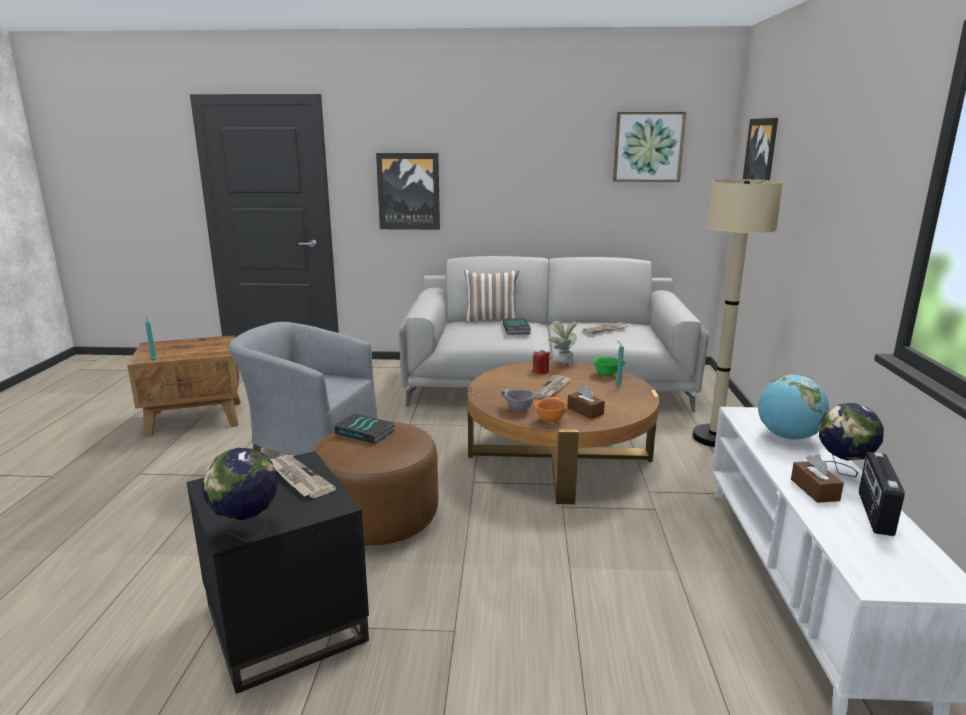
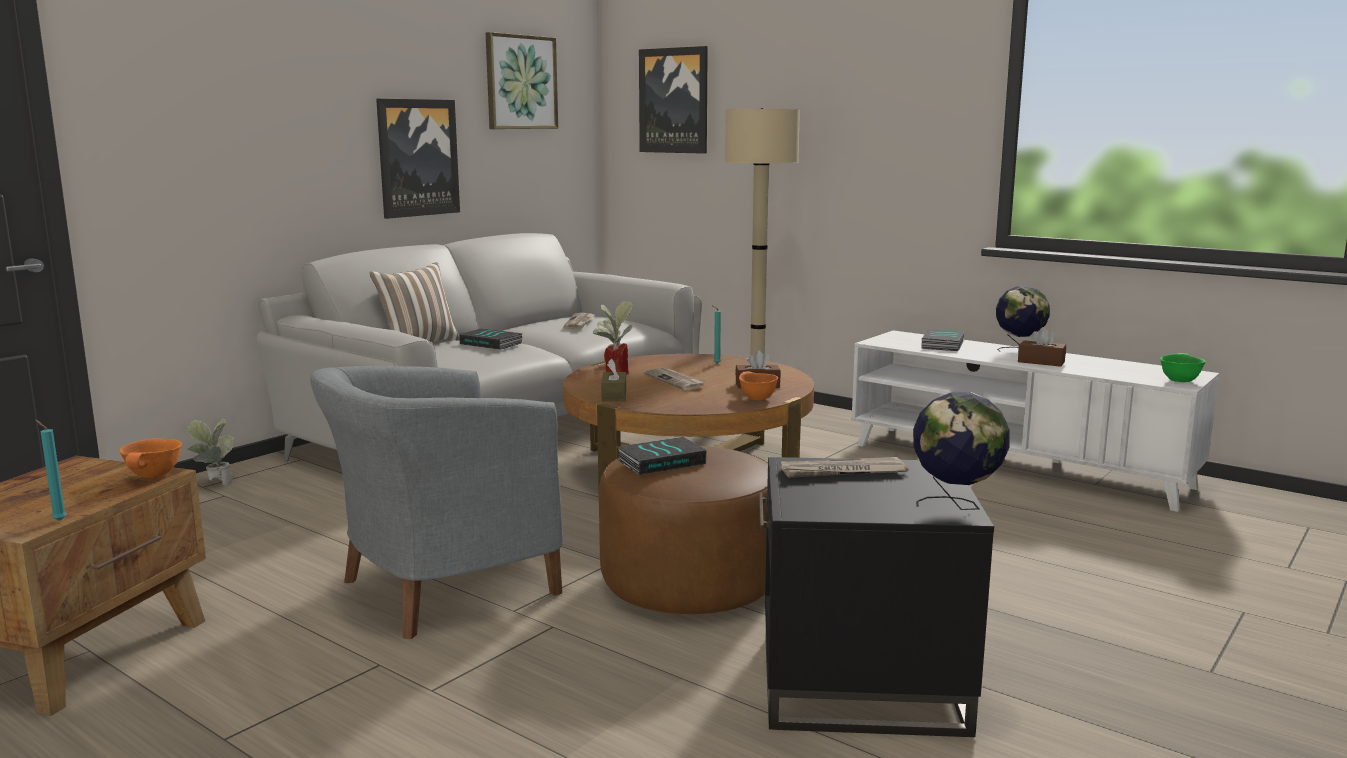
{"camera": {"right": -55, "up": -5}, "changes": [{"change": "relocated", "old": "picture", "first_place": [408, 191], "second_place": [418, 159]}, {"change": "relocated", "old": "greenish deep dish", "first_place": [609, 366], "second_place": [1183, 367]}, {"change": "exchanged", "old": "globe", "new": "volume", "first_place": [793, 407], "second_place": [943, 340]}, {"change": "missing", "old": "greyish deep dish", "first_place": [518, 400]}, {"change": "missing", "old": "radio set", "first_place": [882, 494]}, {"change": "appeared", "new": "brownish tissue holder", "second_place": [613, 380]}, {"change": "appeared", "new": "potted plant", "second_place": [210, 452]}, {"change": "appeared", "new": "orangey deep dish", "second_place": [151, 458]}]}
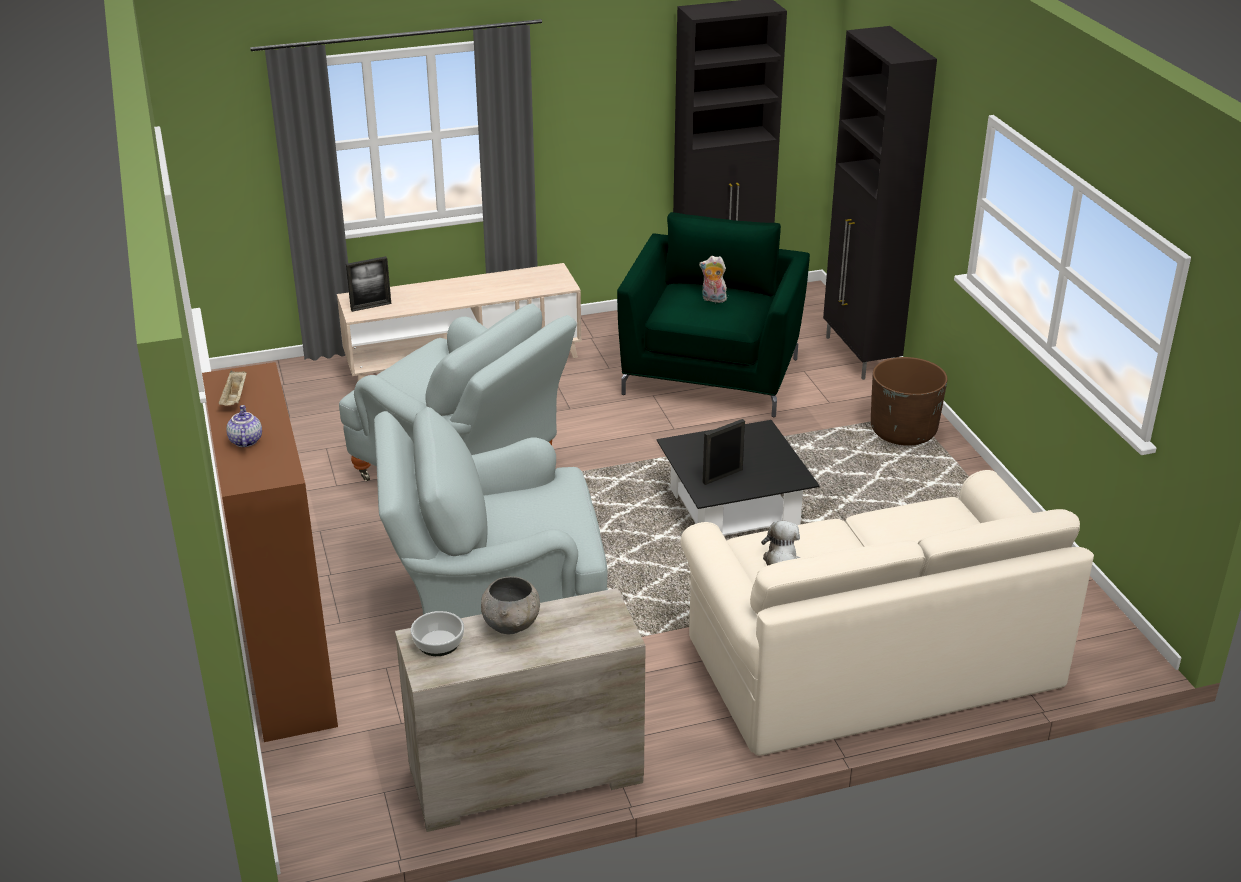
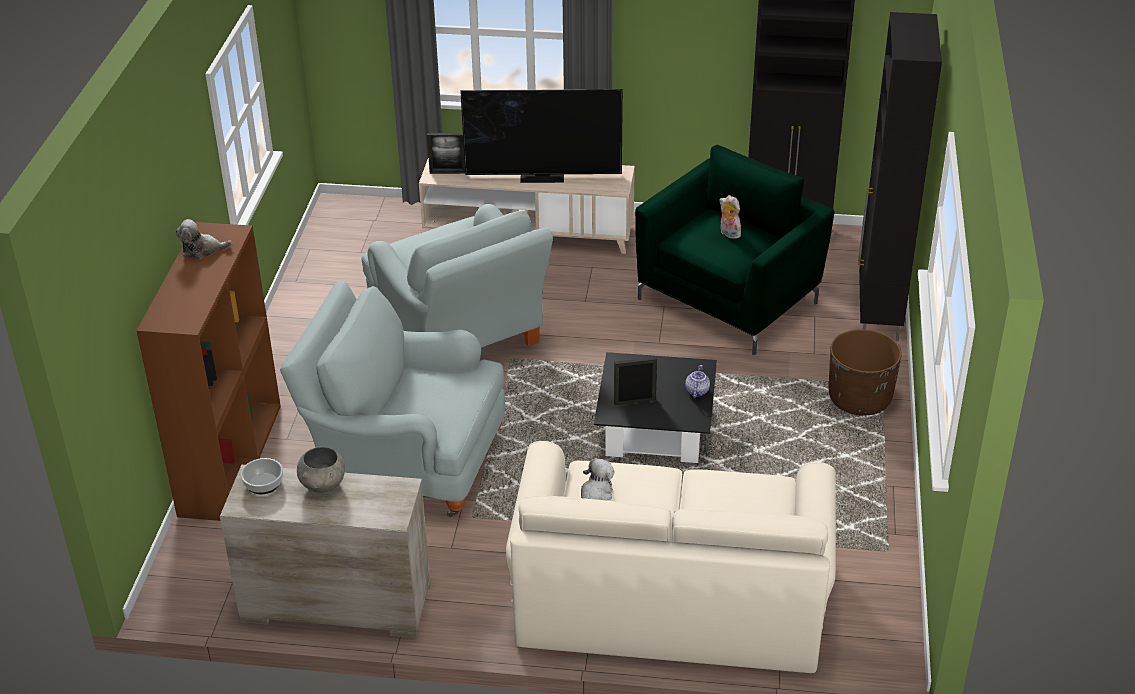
{"camera": {"right": 25, "up": 5}, "changes": [{"change": "exchanged", "old": "beige-coloured carrying tray", "new": "cuddly toy", "first_place": [233, 388], "second_place": [204, 239]}, {"change": "relocated", "old": "pot for tea", "first_place": [244, 426], "second_place": [697, 381]}, {"change": "appeared", "new": "TV set", "second_place": [541, 136]}]}
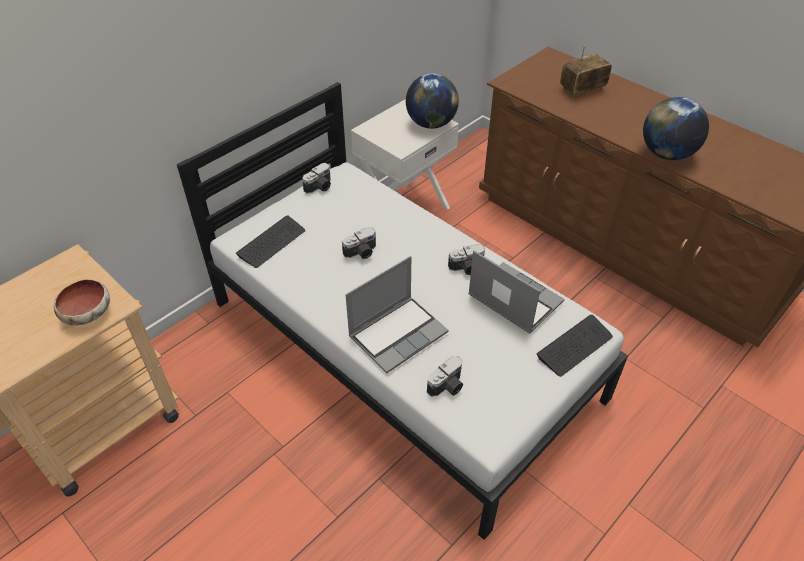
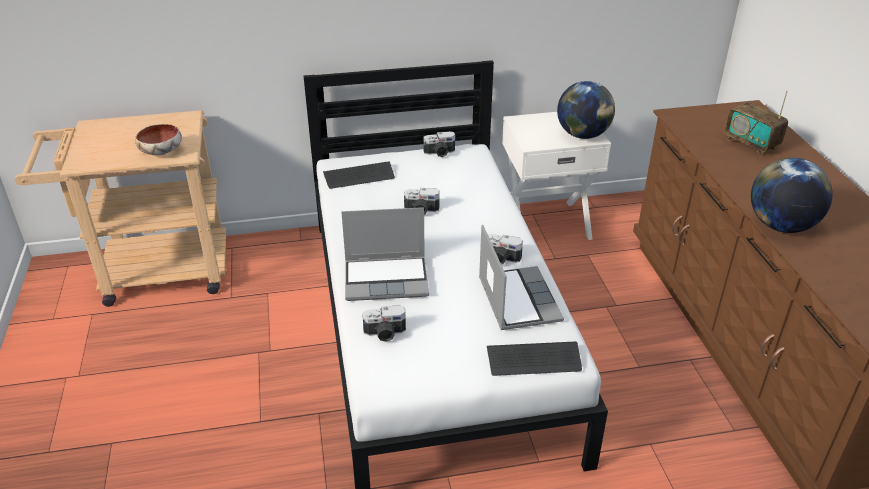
{"camera": {"right": 35, "up": -10}, "changes": [{"change": "spun", "old": "radio set", "first_place": [586, 71], "second_place": [756, 123], "degrees": -135}]}
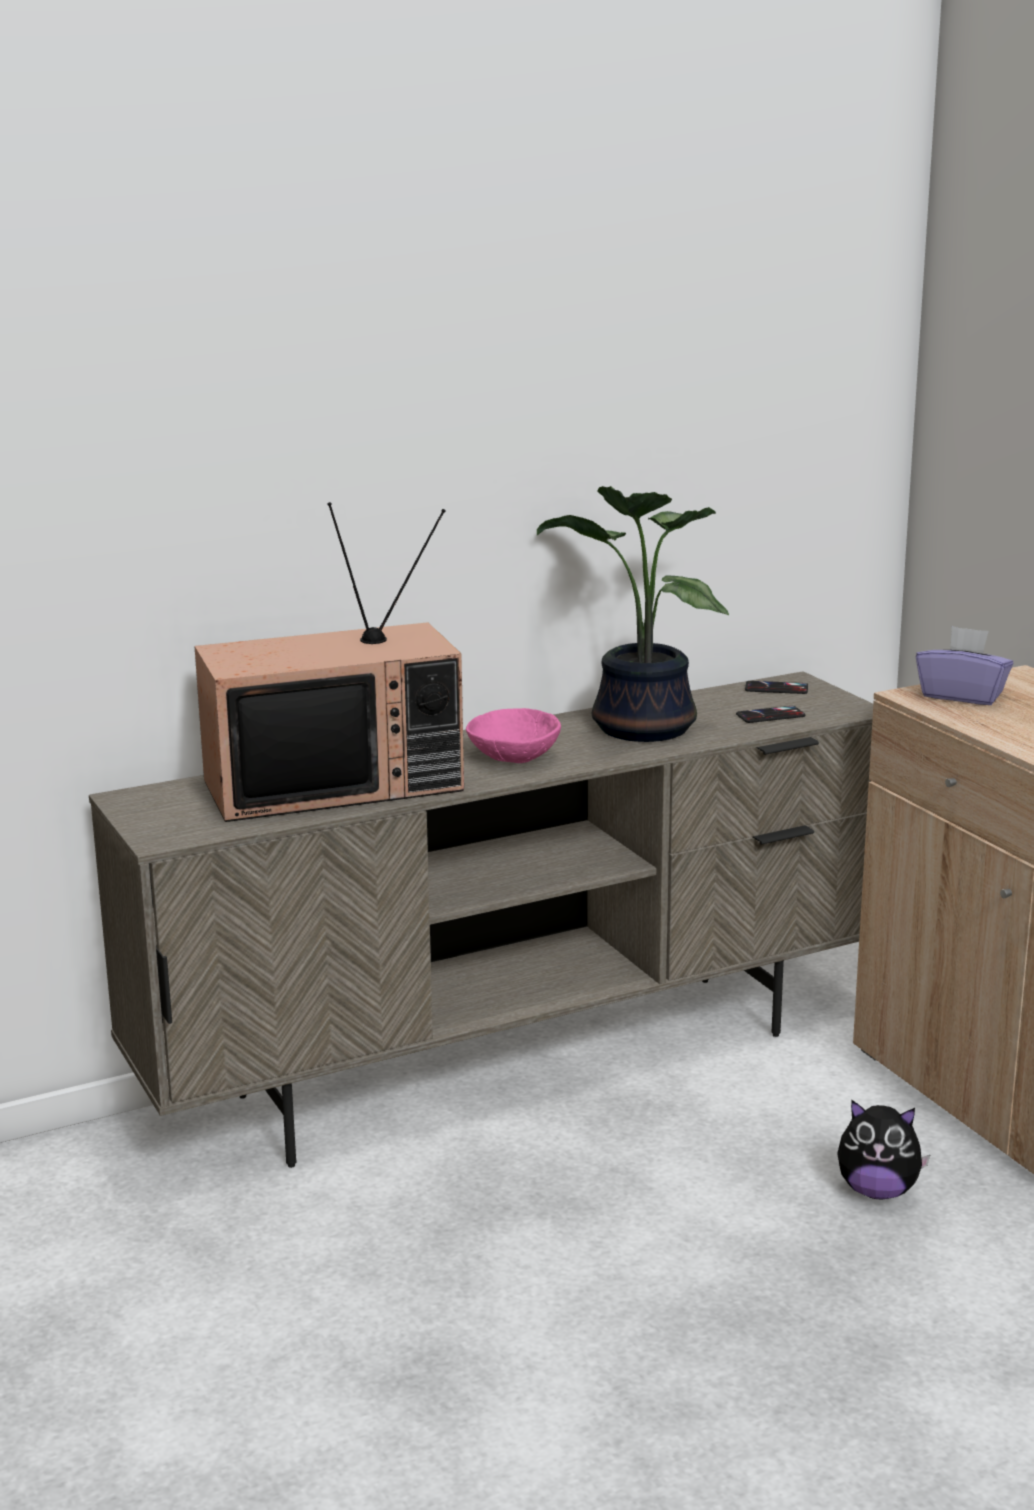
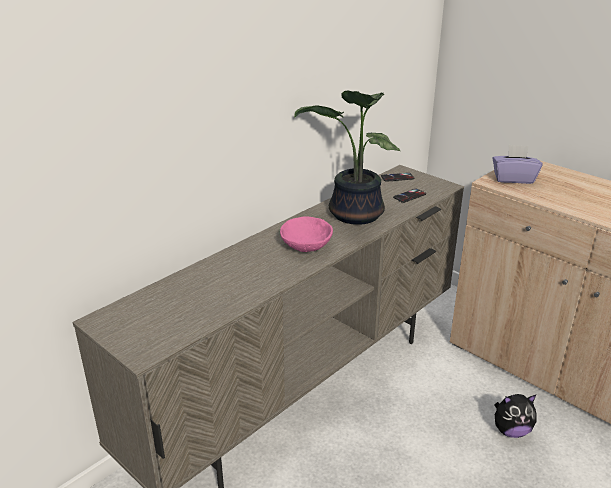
{"camera": {"right": -20, "up": 10}, "changes": [{"change": "missing", "old": "TV set", "first_place": [329, 662]}]}
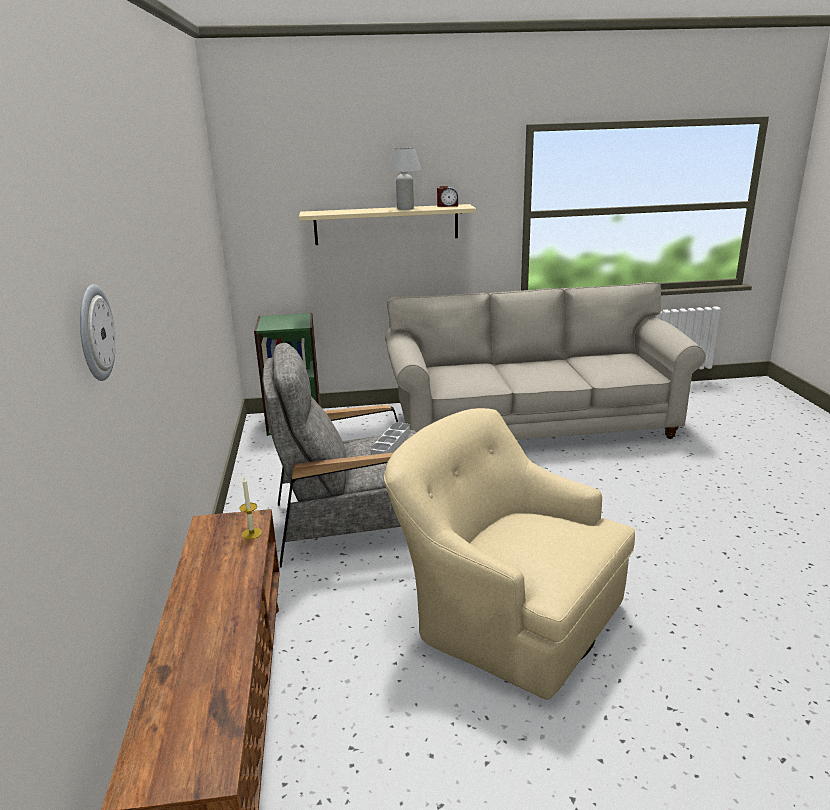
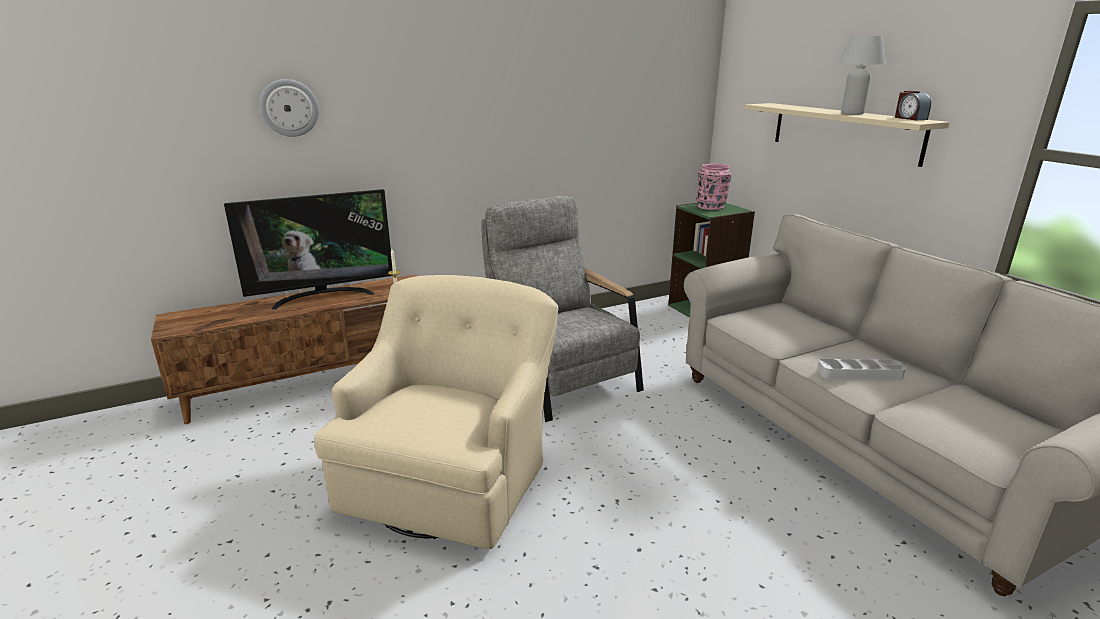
{"camera": {"right": 70, "up": 0}, "changes": [{"change": "relocated", "old": "greyish carrying tray", "first_place": [390, 438], "second_place": [861, 369]}, {"change": "appeared", "new": "pinkish vase", "second_place": [714, 187]}, {"change": "appeared", "new": "TV set", "second_place": [308, 249]}]}
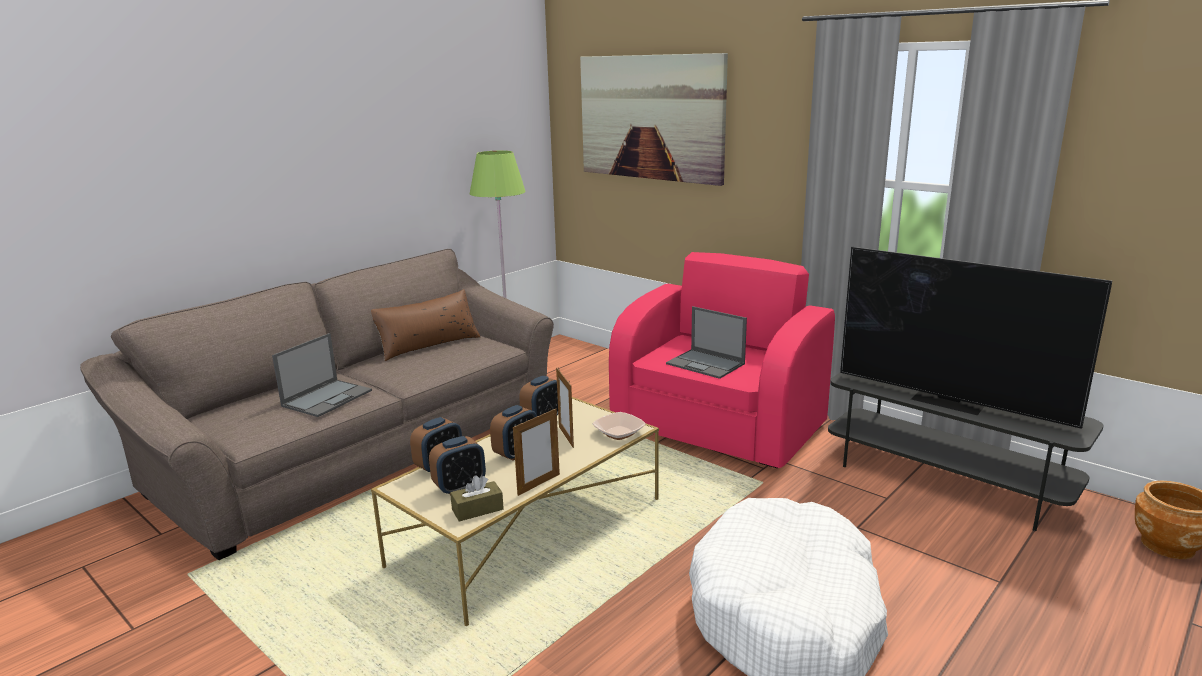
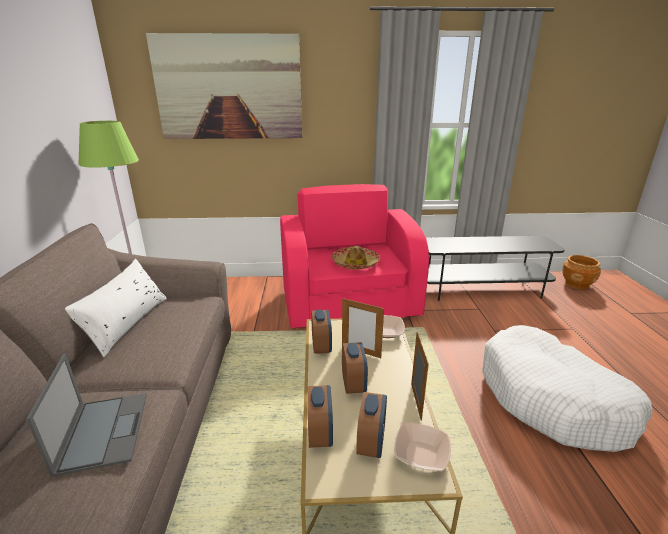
{"camera": {"right": -45, "up": 5}, "changes": [{"change": "missing", "old": "TV set", "first_place": [976, 338]}, {"change": "colour", "old": "brownish throw pillow", "new": "whitish throw pillow", "first_place": [425, 325], "second_place": [116, 308]}, {"change": "exchanged", "old": "portable computer", "new": "clothing hat", "first_place": [706, 342], "second_place": [356, 258]}, {"change": "exchanged", "old": "brownish tissue holder", "new": "deep dish", "first_place": [477, 498], "second_place": [422, 447]}]}
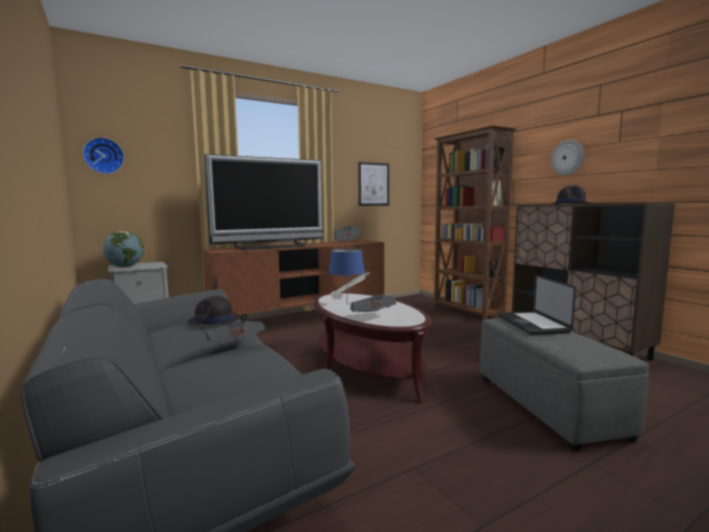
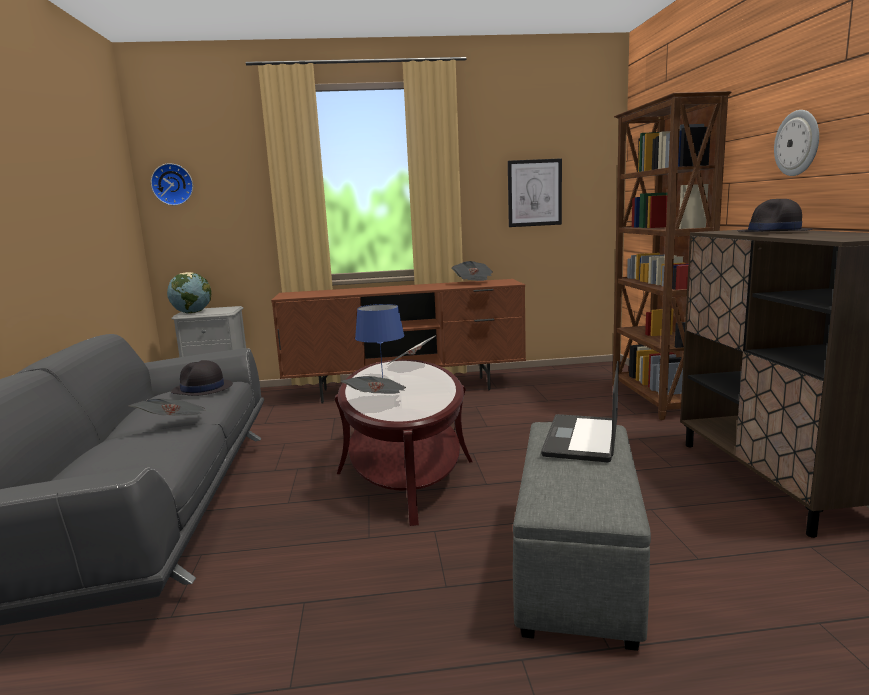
{"camera": {"right": 25, "up": 5}, "changes": [{"change": "missing", "old": "TV set", "first_place": [263, 202]}]}
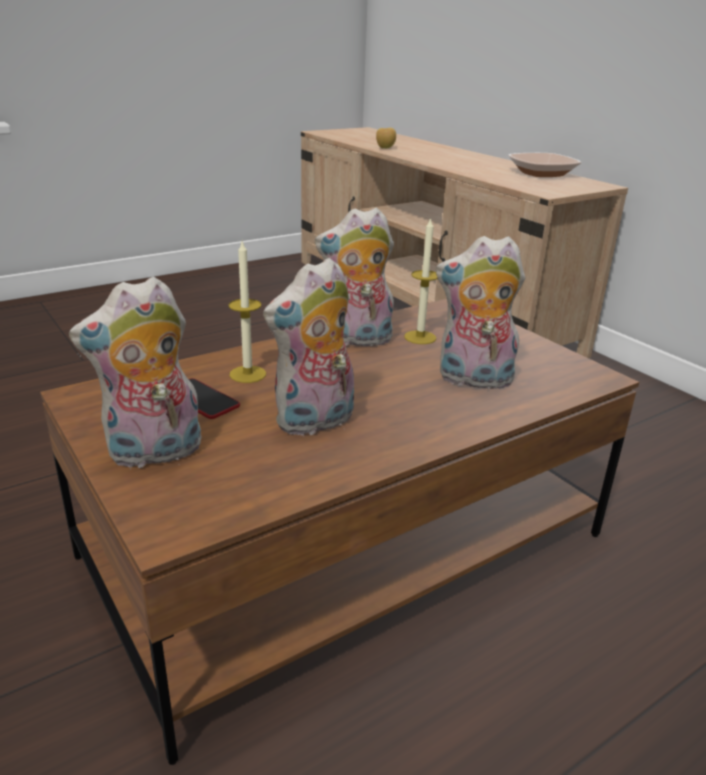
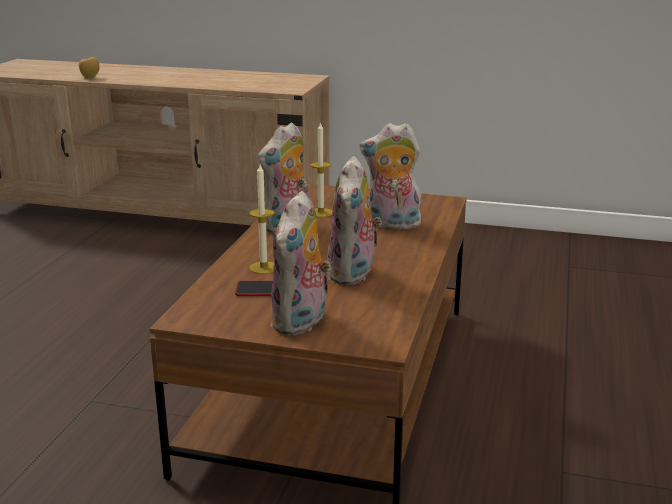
{"camera": {"right": -40, "up": -5}, "changes": [{"change": "missing", "old": "deep dish", "first_place": [545, 165]}, {"change": "spun", "old": "cuddly toy", "first_place": [480, 312], "second_place": [392, 176], "degrees": 45}]}
